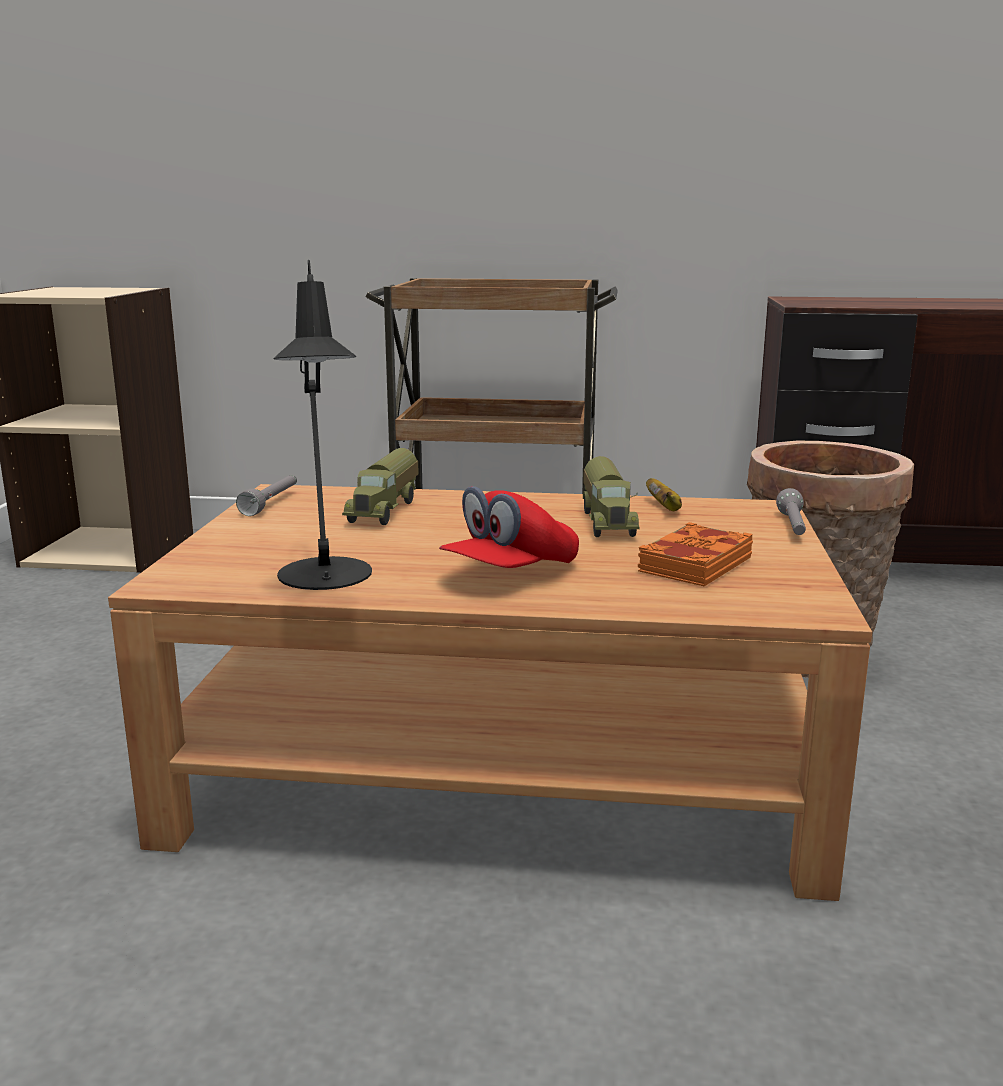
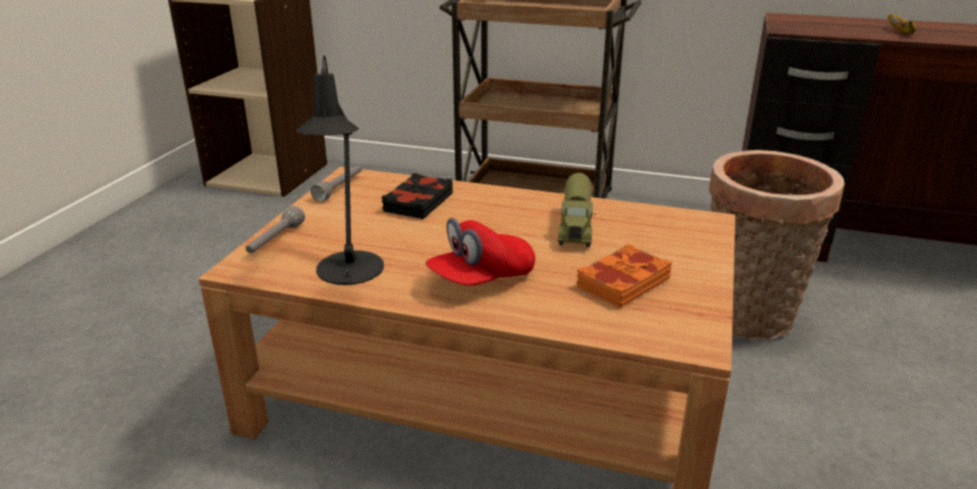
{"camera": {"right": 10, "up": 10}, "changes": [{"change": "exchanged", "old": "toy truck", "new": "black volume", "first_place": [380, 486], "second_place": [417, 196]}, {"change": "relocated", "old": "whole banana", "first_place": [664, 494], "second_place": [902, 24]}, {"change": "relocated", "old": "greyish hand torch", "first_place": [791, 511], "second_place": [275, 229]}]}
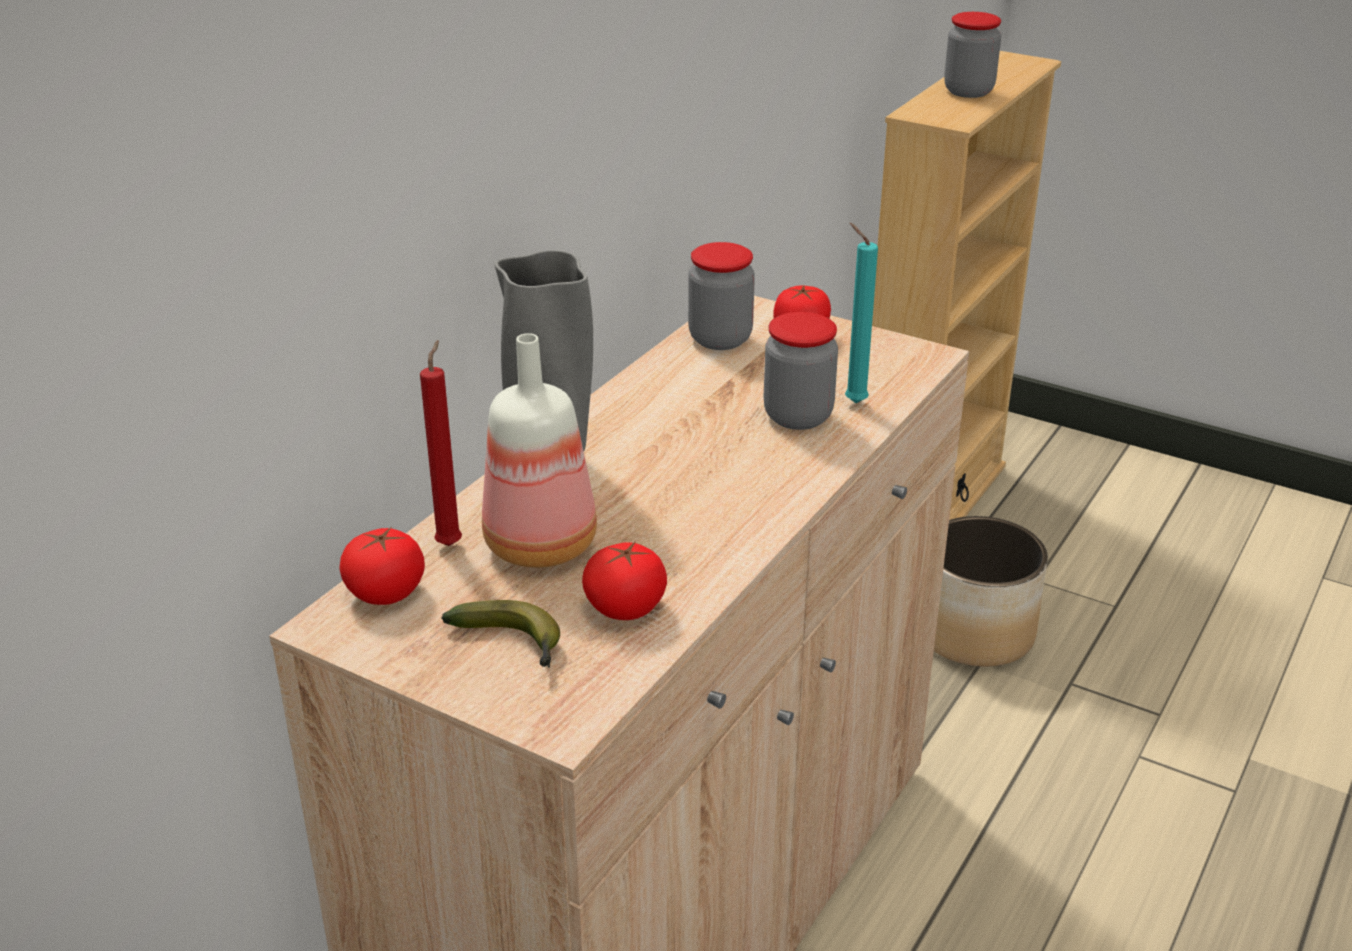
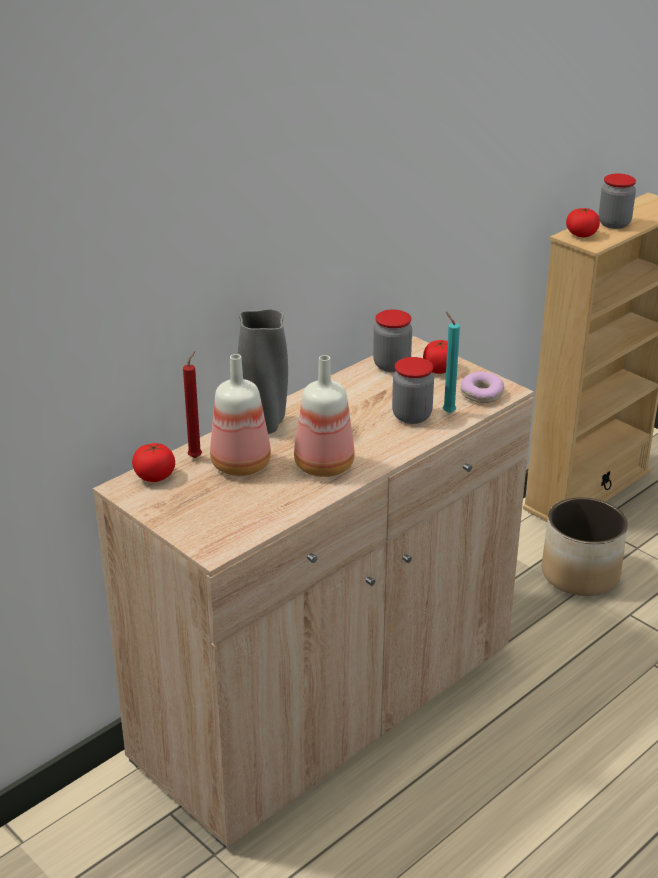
{"camera": {"right": 15, "up": 0}, "changes": [{"change": "relocated", "old": "tomato", "first_place": [624, 580], "second_place": [583, 222]}, {"change": "missing", "old": "whole banana", "first_place": [500, 634]}, {"change": "appeared", "new": "drink bottle", "second_place": [324, 416]}, {"change": "appeared", "new": "doughnut", "second_place": [482, 387]}]}
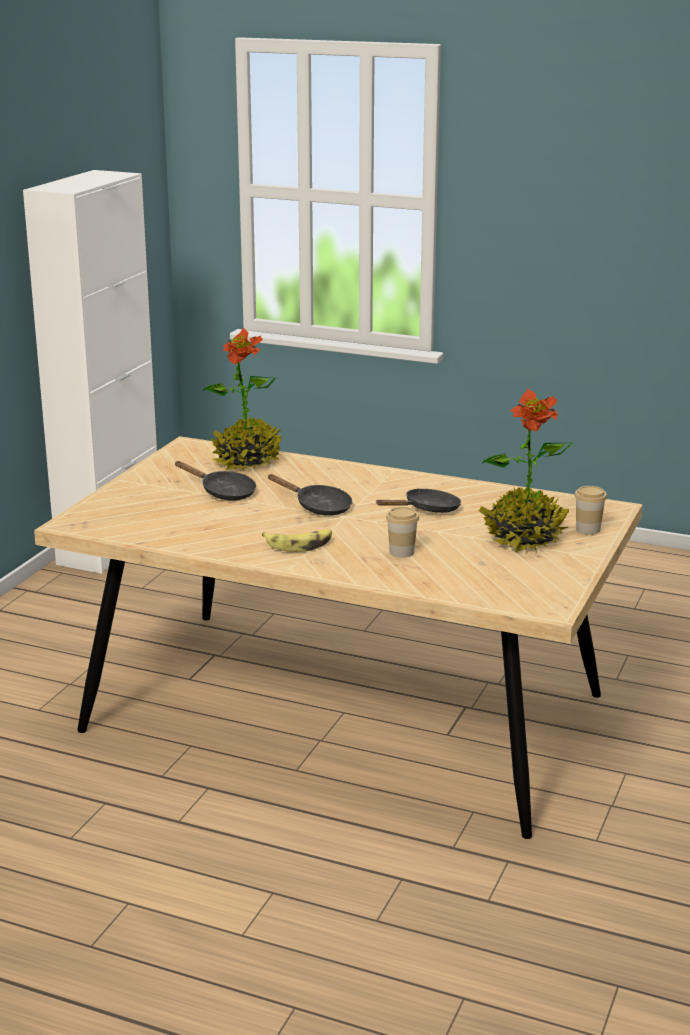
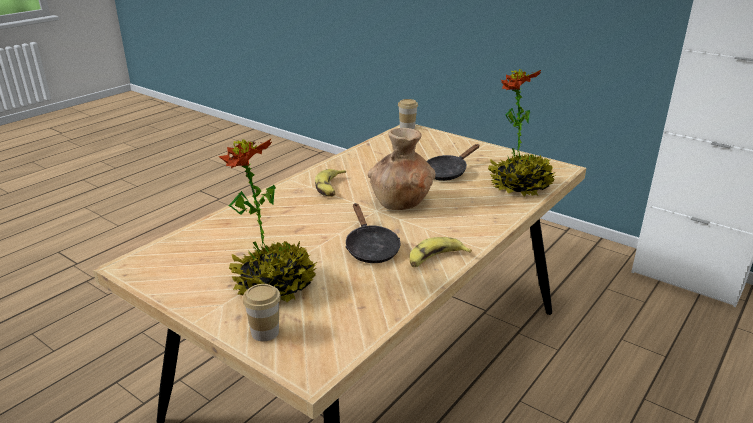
{"camera": {"right": 105, "up": 5}, "changes": [{"change": "exchanged", "old": "black frying pan", "new": "brownish vase", "first_place": [309, 495], "second_place": [402, 169]}, {"change": "relocated", "old": "small cup", "first_place": [402, 532], "second_place": [408, 114]}, {"change": "appeared", "new": "whole banana", "second_place": [441, 252]}]}
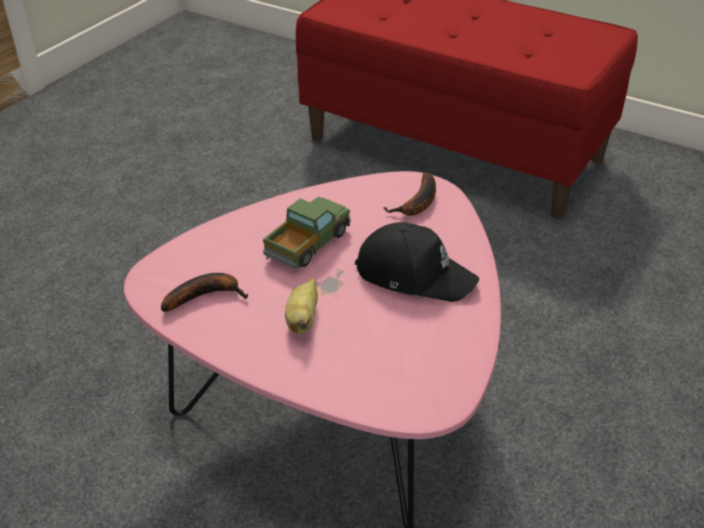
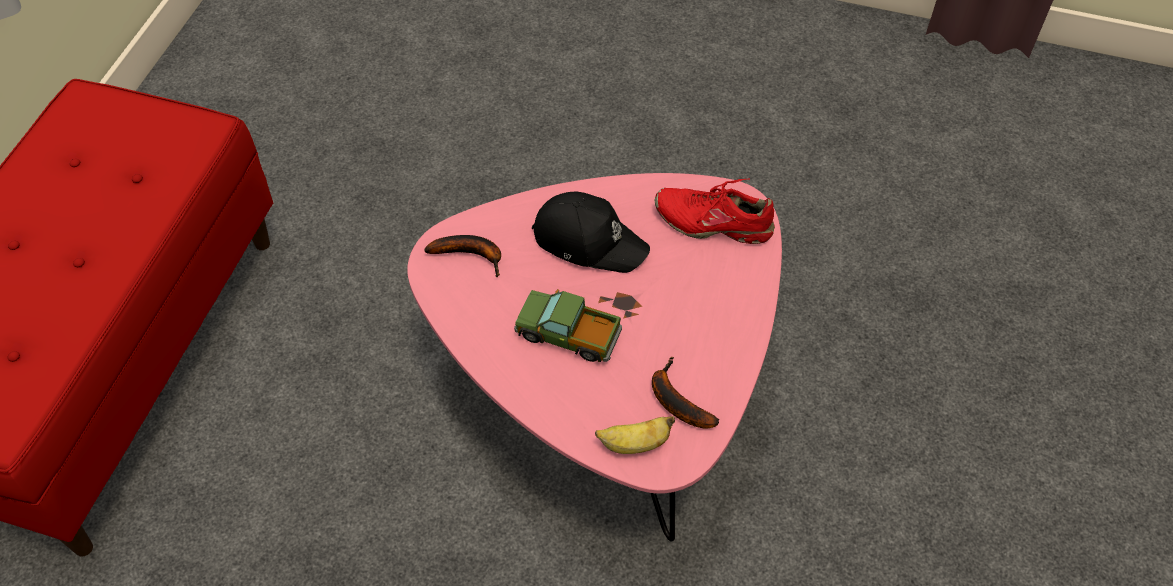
{"camera": {"right": -105, "up": 15}, "changes": [{"change": "spun", "old": "black cap", "first_place": [417, 262], "second_place": [591, 232], "degrees": 105}, {"change": "relocated", "old": "whole banana", "first_place": [301, 306], "second_place": [635, 435]}, {"change": "appeared", "new": "red-coloured low shoe", "second_place": [714, 211]}]}
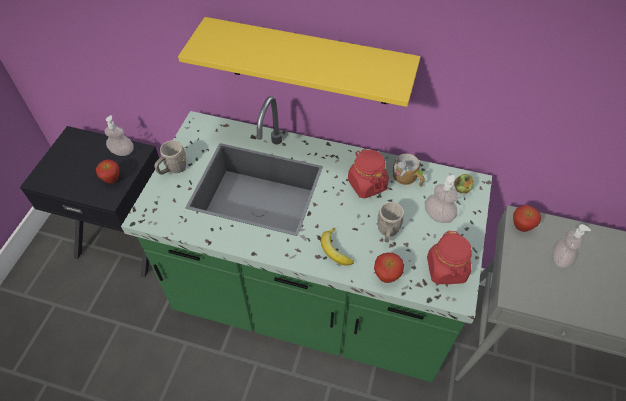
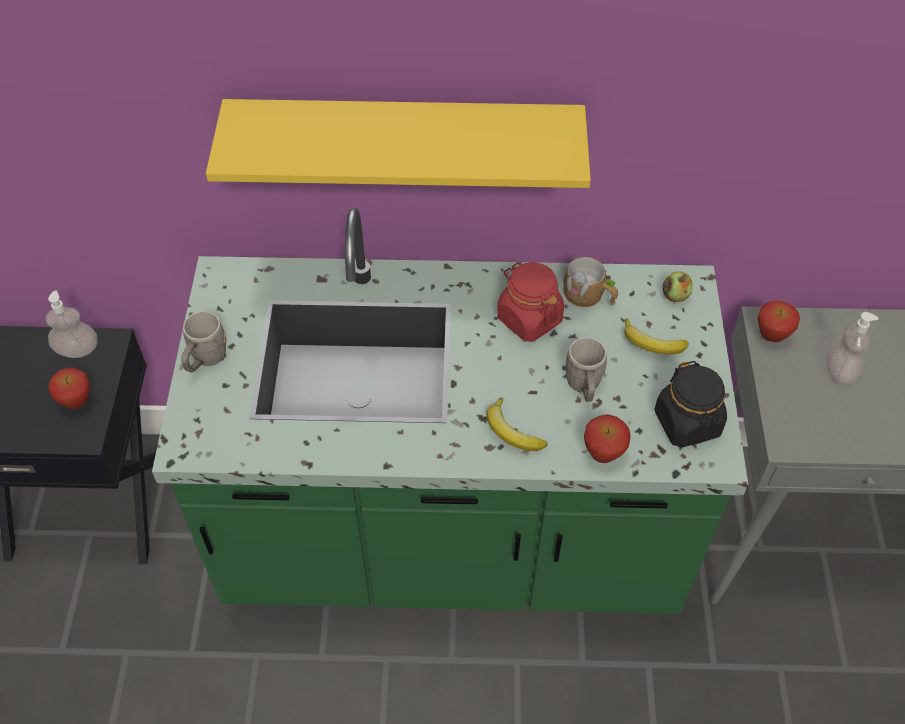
{"camera": {"right": -15, "up": 0}, "changes": [{"change": "exchanged", "old": "liquid soap bottle", "new": "whole banana", "first_place": [441, 199], "second_place": [656, 336]}, {"change": "colour", "old": "red-coloured jar", "new": "black jar", "first_place": [449, 257], "second_place": [690, 404]}]}
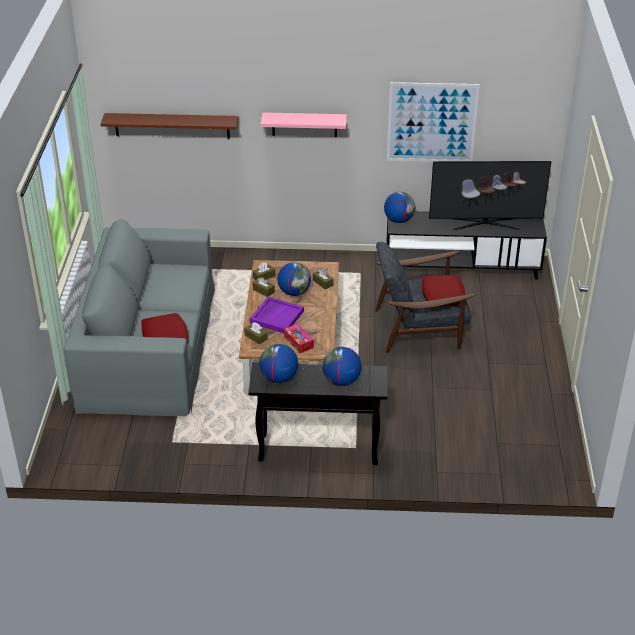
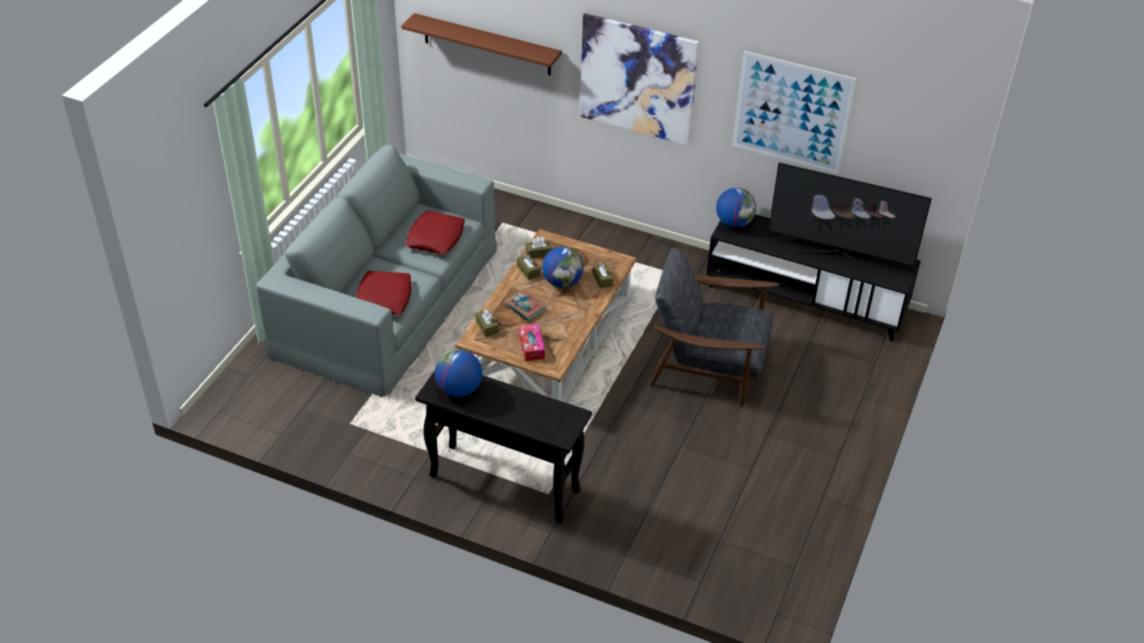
{"camera": {"right": 20, "up": 5}, "changes": [{"change": "exchanged", "old": "pinkish wall shelf", "new": "picture", "first_place": [304, 124], "second_place": [639, 79]}, {"change": "relocated", "old": "red-coloured throw pillow", "first_place": [443, 290], "second_place": [435, 233]}, {"change": "exchanged", "old": "purplish carrying tray", "new": "volume", "first_place": [277, 315], "second_place": [525, 305]}, {"change": "missing", "old": "globe", "first_place": [342, 366]}]}
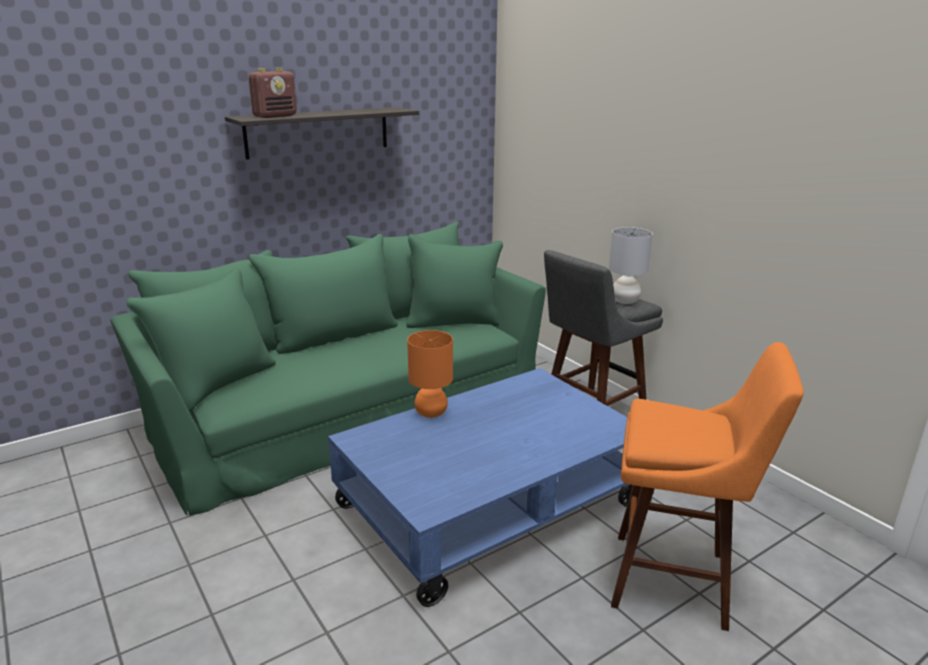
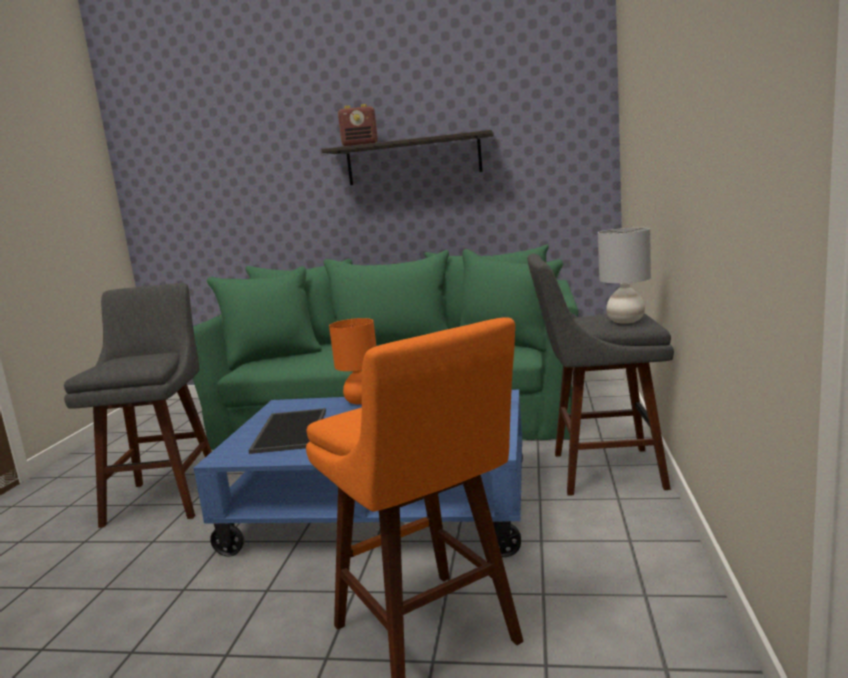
{"camera": {"right": 45, "up": -10}, "changes": [{"change": "appeared", "new": "greyish stool", "second_place": [138, 405]}, {"change": "appeared", "new": "carrying tray", "second_place": [287, 431]}]}
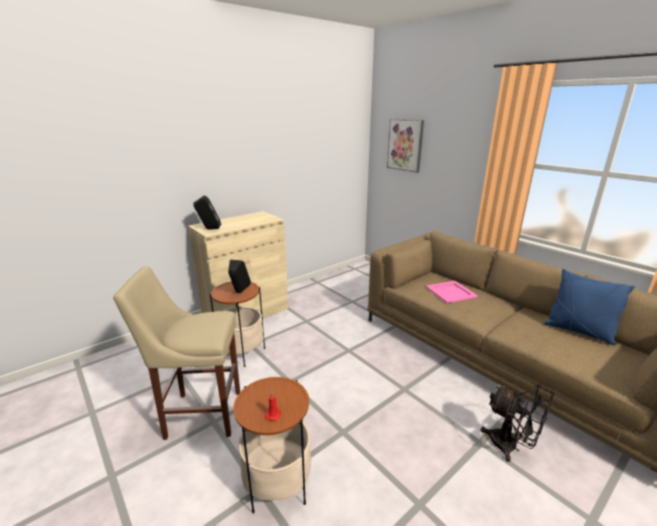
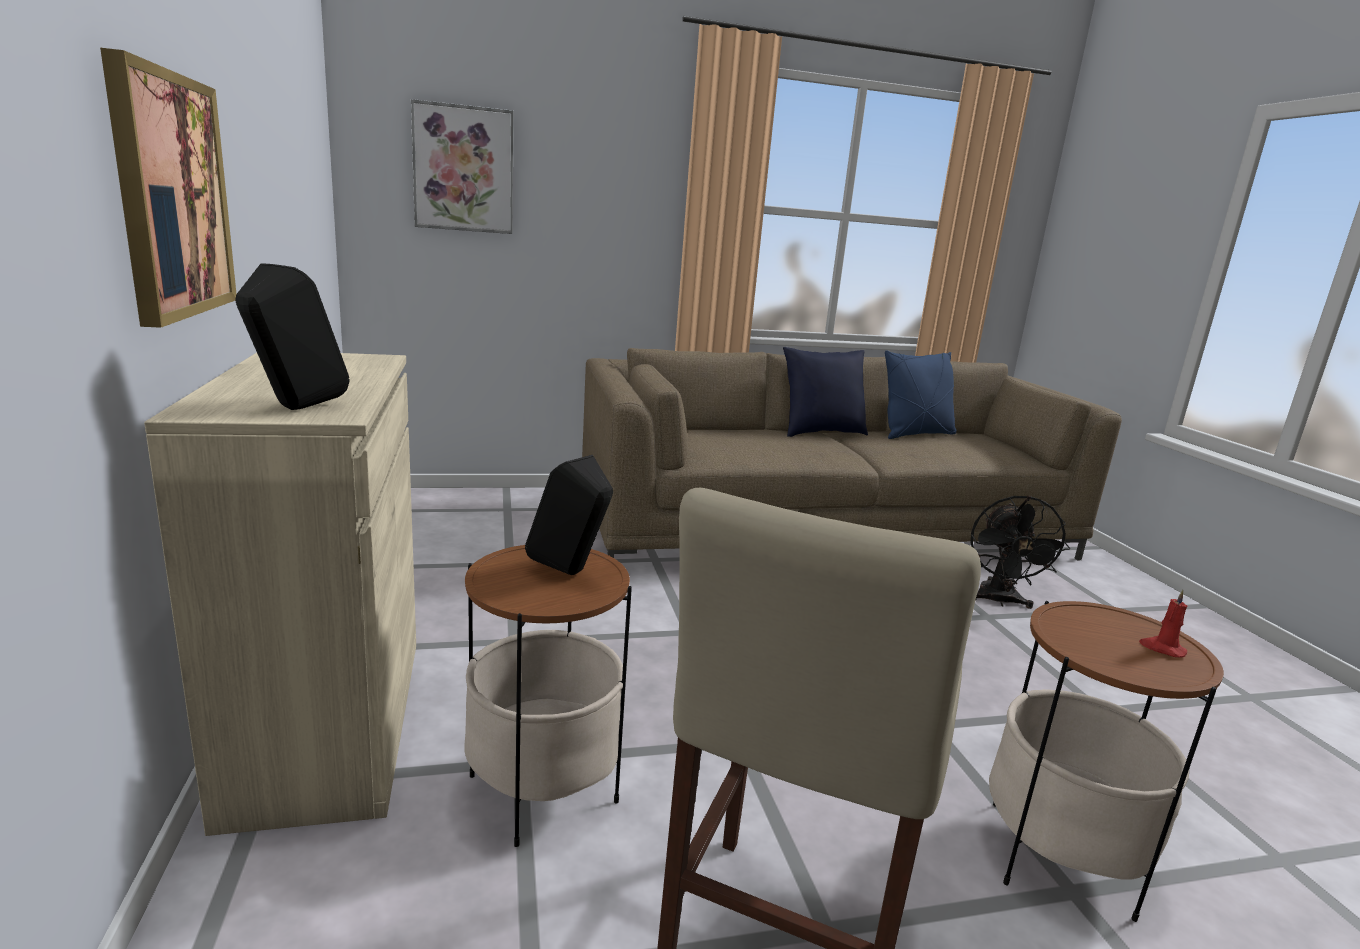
{"camera": {"right": -65, "up": -5}, "changes": [{"change": "missing", "old": "pinkish carrying tray", "first_place": [452, 292]}, {"change": "spun", "old": "black fan", "first_place": [517, 423], "second_place": [1020, 552], "degrees": 120}, {"change": "appeared", "new": "picture", "second_place": [168, 188]}, {"change": "appeared", "new": "blue-coloured throw pillow", "second_place": [825, 392]}]}
